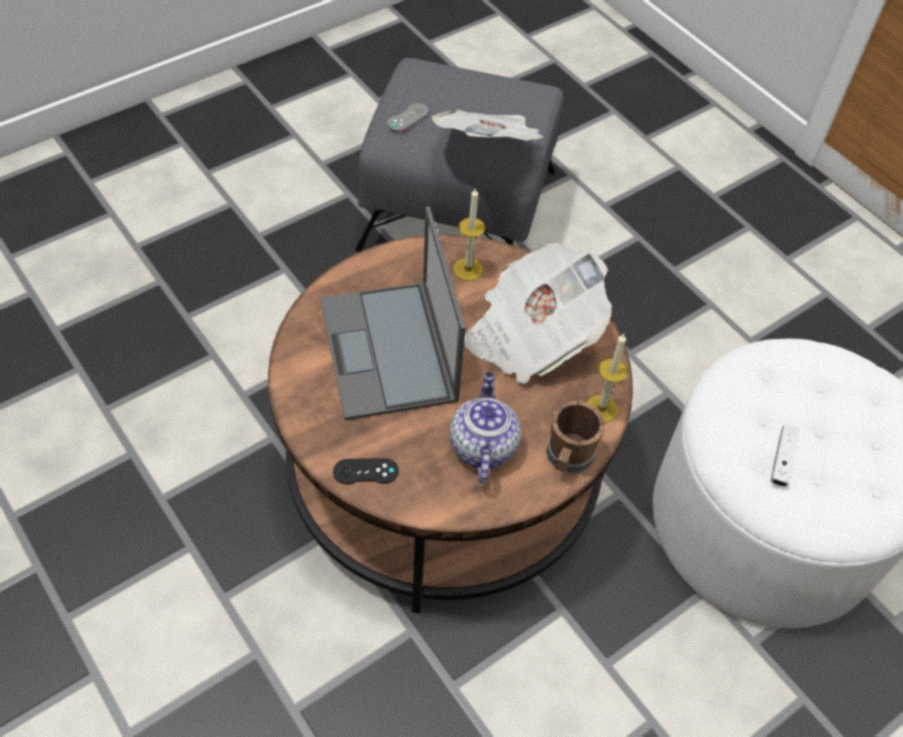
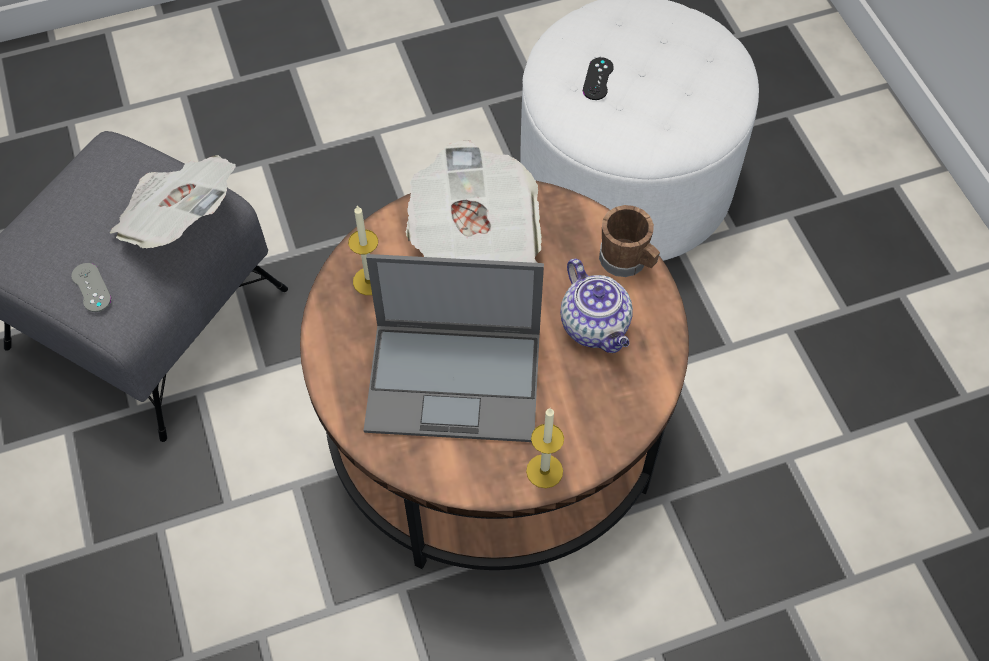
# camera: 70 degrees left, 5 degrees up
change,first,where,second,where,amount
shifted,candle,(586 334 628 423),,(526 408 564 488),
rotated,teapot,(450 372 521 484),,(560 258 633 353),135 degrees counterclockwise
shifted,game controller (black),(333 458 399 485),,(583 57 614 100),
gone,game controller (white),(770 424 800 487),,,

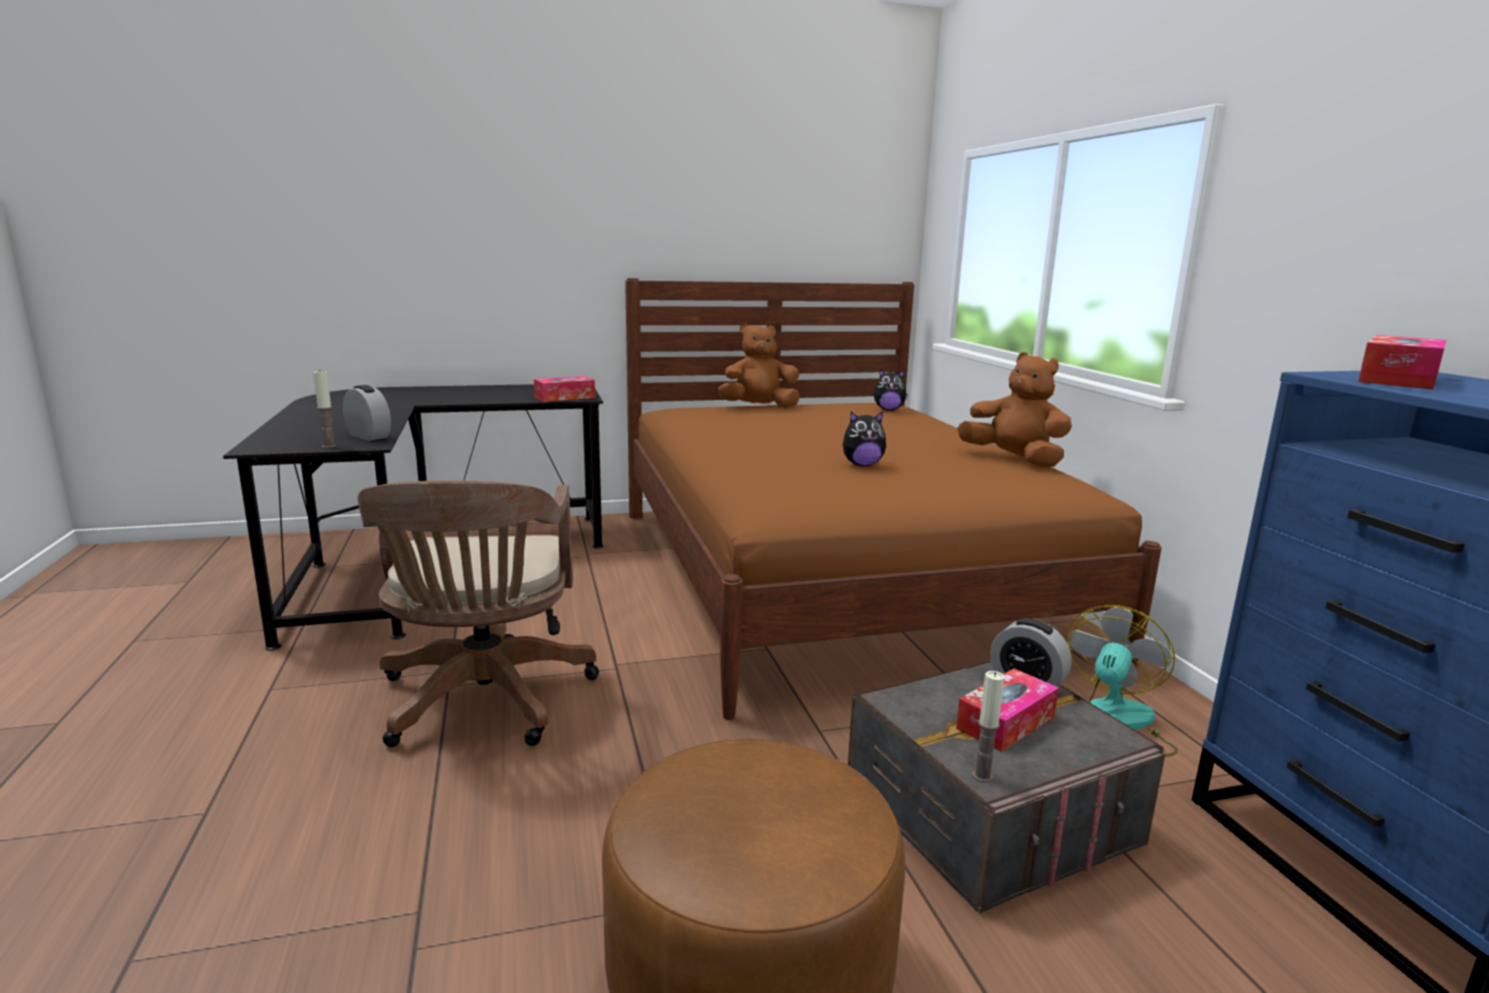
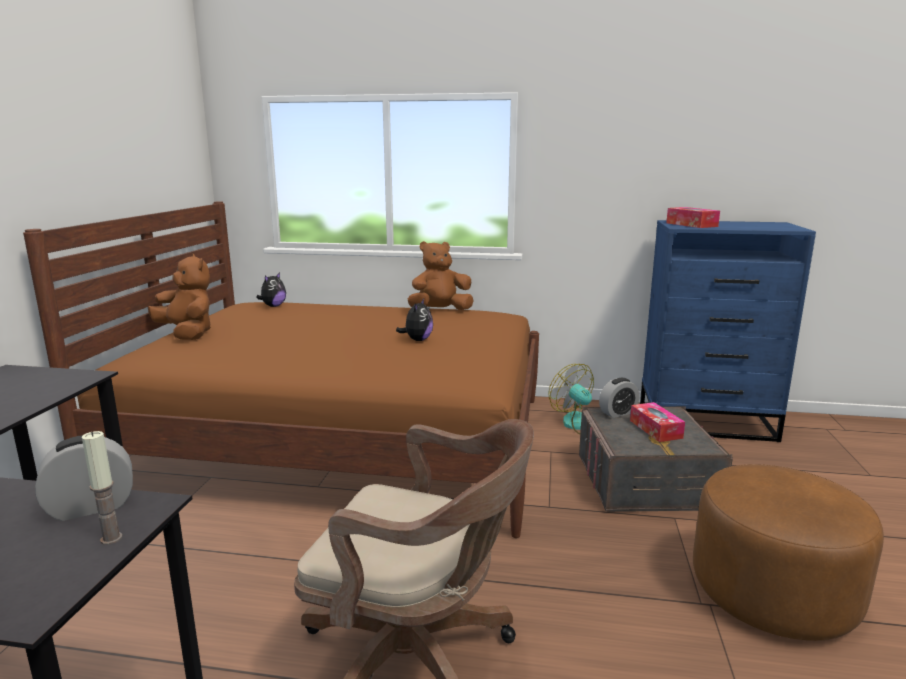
# camera: 65 degrees left, 0 degrees up
change,first,where,second,where,amount
rotated,plush toy (brown),(718 323 800 408),,(148 254 211 340),120 degrees clockwise
gone,tissue box,(534 376 595 402),,,
gone,candle,(972 671 1005 782),,,

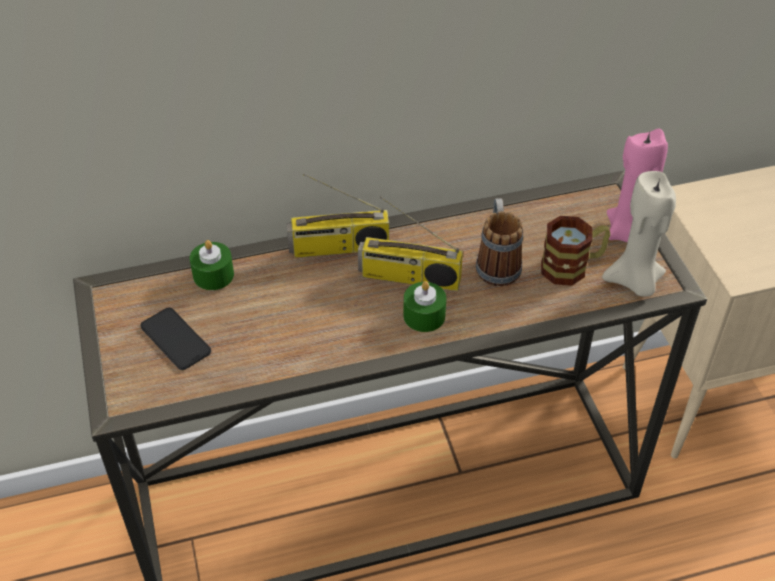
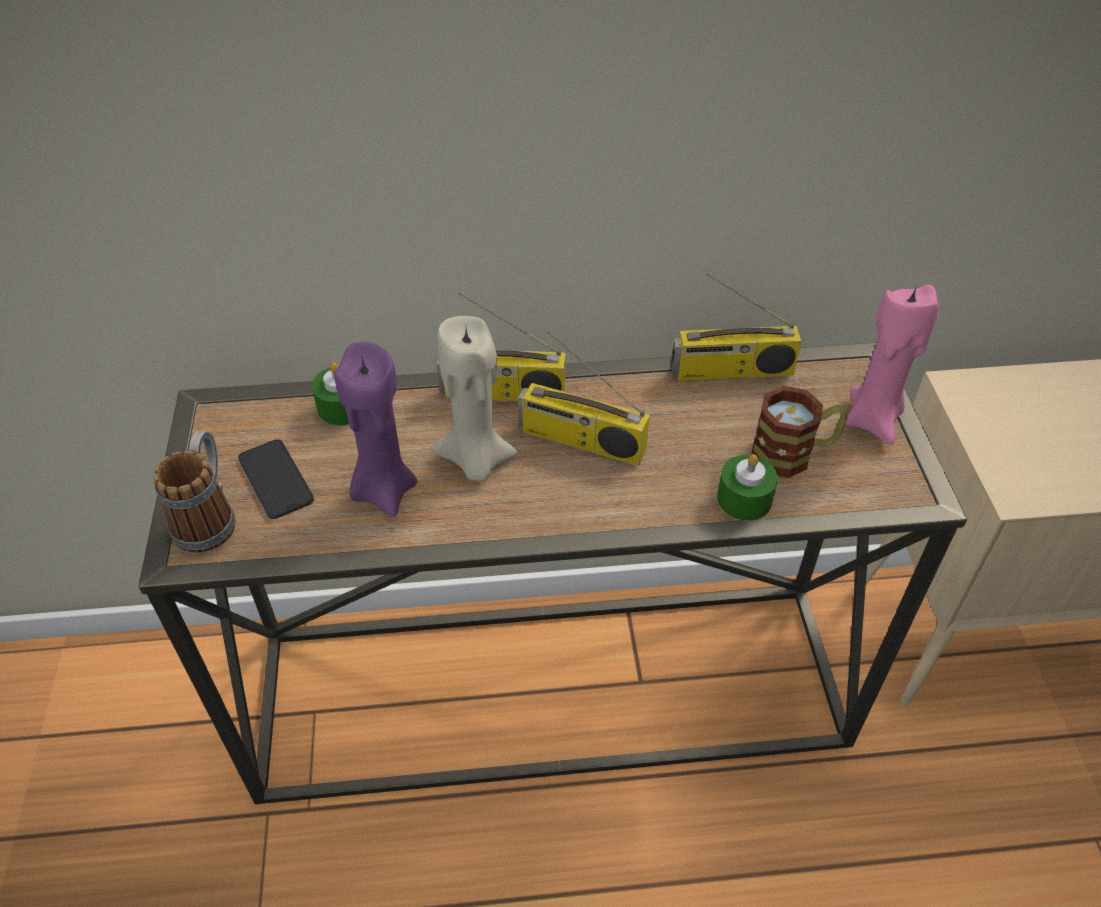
# camera: 10 degrees right, 0 degrees up
change,first,where,second,where,amount
shifted,mug,(476 198 523 286),,(153 431 236 553),
new,,,candle (purple),(335 341 417 517),
shifted,candle (beige),(602 171 676 296),,(433 316 518 481),
new,,,radio,(671 274 802 381),
shifted,candle (green),(403 281 446 332),,(717 454 778 521),

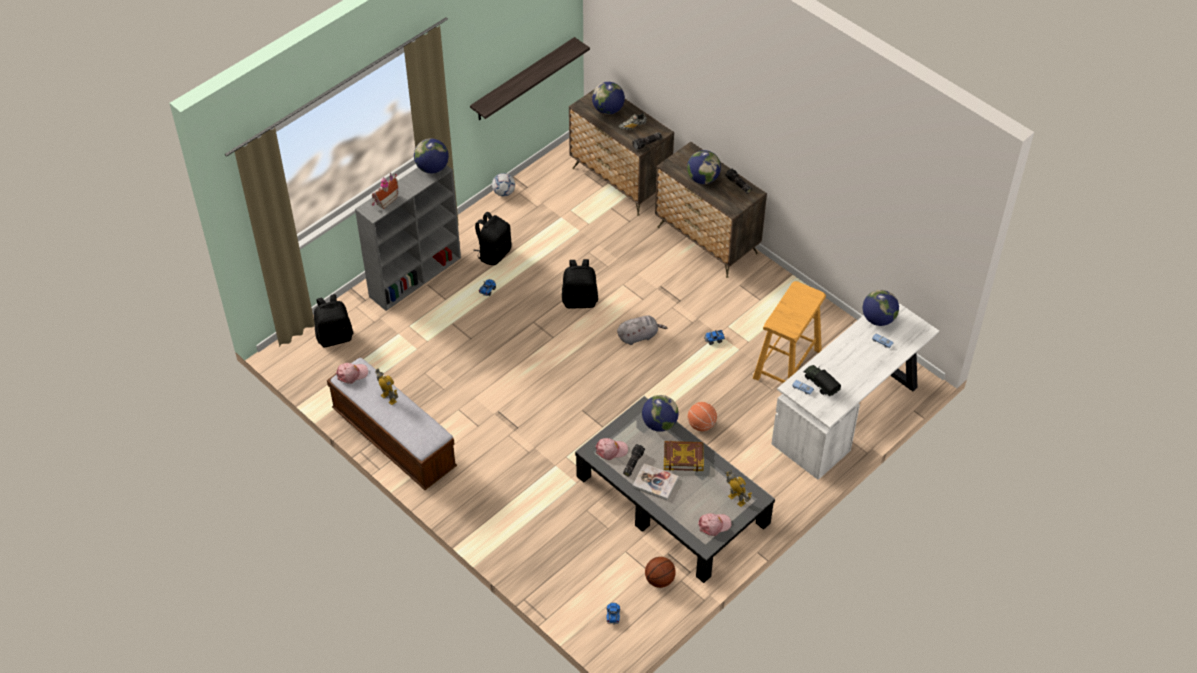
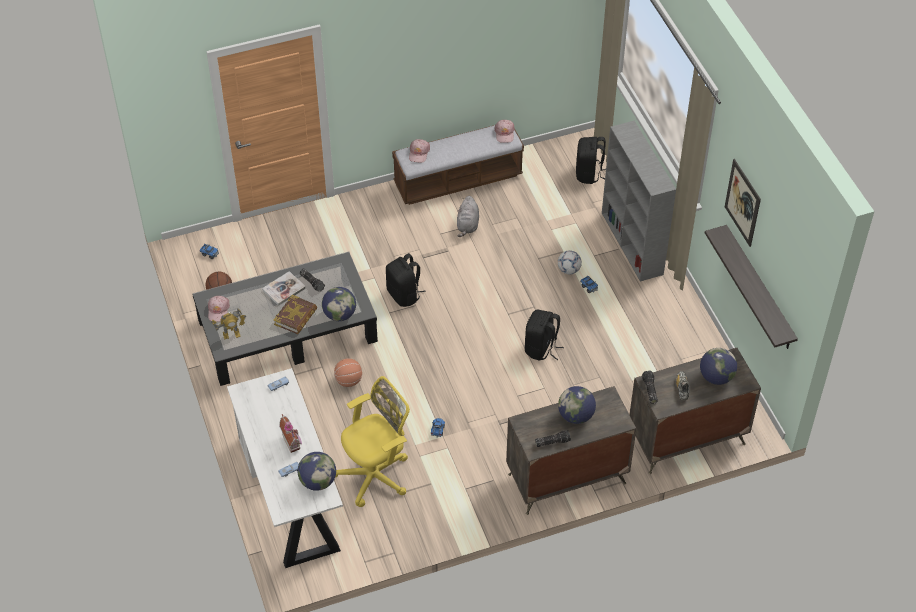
# camera: 115 degrees right, 0 degrees up
change,first,where,second,where,amount
shifted,toy house,(372 173 398 209),,(279 414 302 453),
swapped,stool (beige),(753 281 826 383),office chair (yellow),(335 376 410 507),
shifted,backpack (black),(473 212 512 265),,(386 253 426 307),
shifted,cap (pink),(595 438 628 460),,(409 139 430 163),
shifted,plush toy (grey),(617 315 667 345),,(457 196 479 237),
shifted,football,(492 173 515 196),,(558 250 582 274),
new,,,picture,(725 159 761 247),
gone,toy robot,(375 368 398 405),,,
gone,globe,(414 138 449 173),,,
gone,toy truck,(804 365 841 396),,,

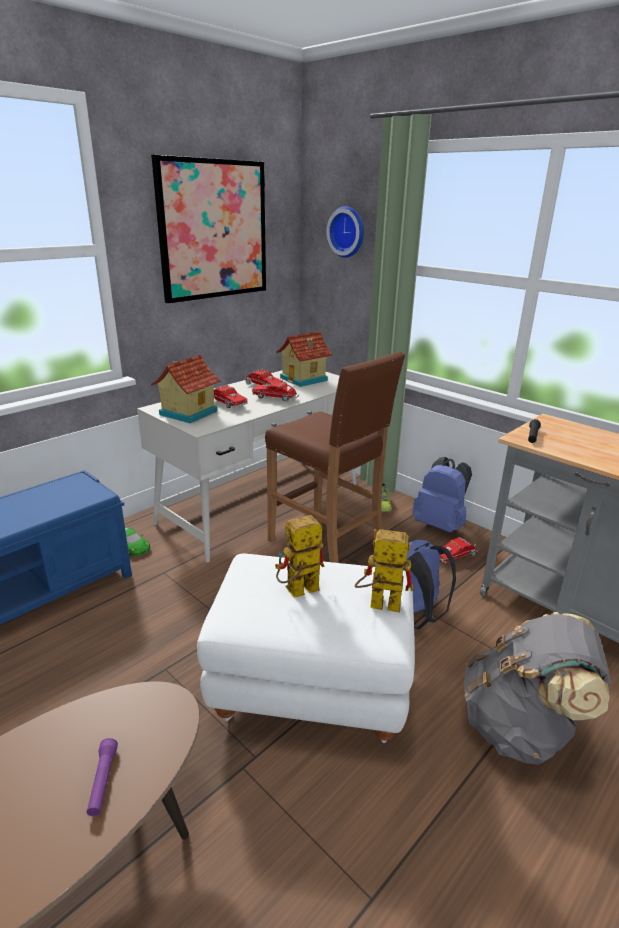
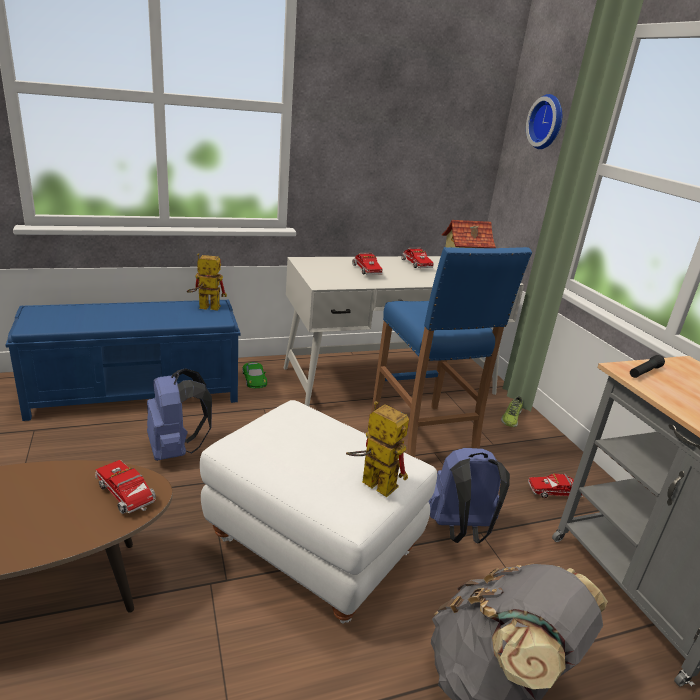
# camera: 25 degrees right, 0 degrees up
change,first,where,second,where,amount
shifted,toy truck,(252 381 299 402),,(95 460 156 514),
shifted,backpack (blue),(412 457 472 533),,(147 368 212 461),
shifted,toy robot,(275 515 324 598),,(187 253 227 311),
repainted,stool (brown),(265 351 405 563),stool (blue),(371 247 532 457),
gone,flashlight (purple),(87 738 118 816),,,
gone,picture,(151 155 266 303),,,
gone,toy house,(151 355 220 423),,,

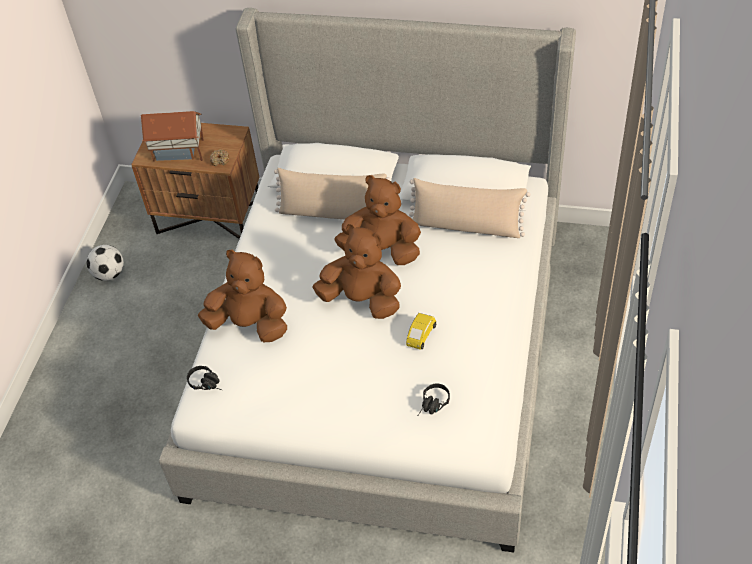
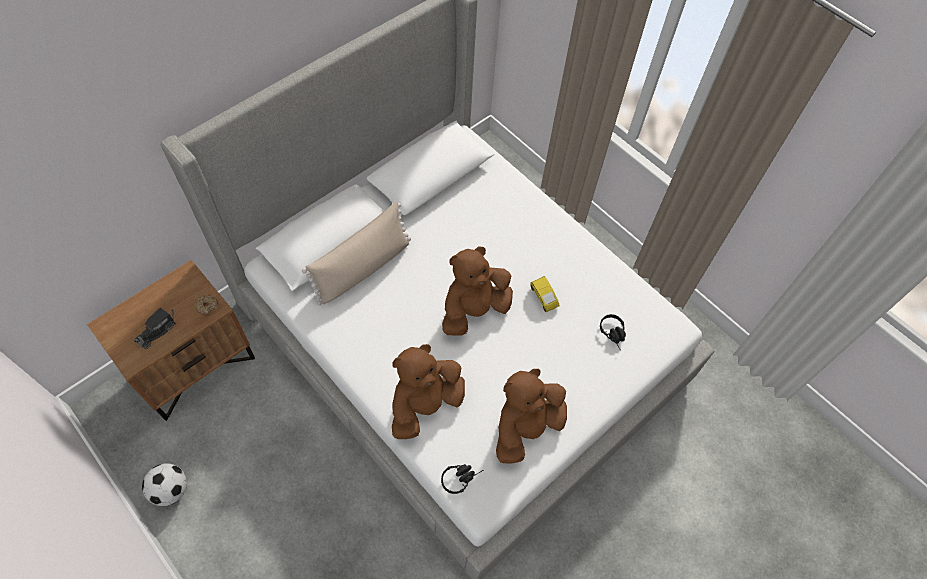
# camera: 60 degrees left, 10 degrees up
change,first,where,second,where,amount
swapped,toy house,(141 111 203 162),toy truck,(134 307 176 349),
shifted,plush toy (brown),(334 175 421 265),,(496 369 567 464),
gone,pillow (beige),(409 178 530 238),,,

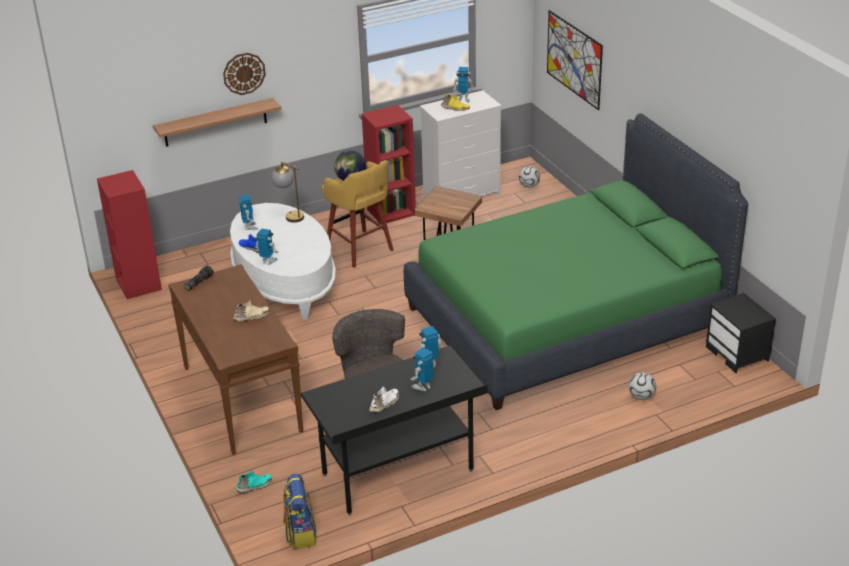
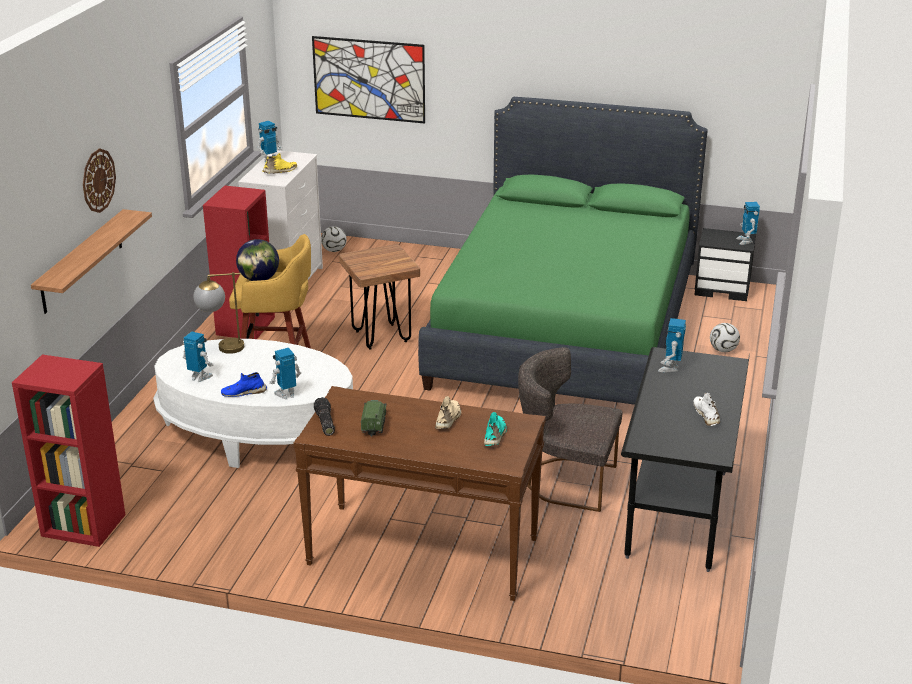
# camera: 50 degrees left, 5 degrees down
change,first,where,second,where,amount
new,,,toy truck,(361 400 387 436),
shifted,shoe (turquoise),(235 470 272 493),,(484 412 507 446),
shifted,toy robot,(411 347 435 391),,(736 202 760 245),
gone,backpack,(283 474 317 549),,,

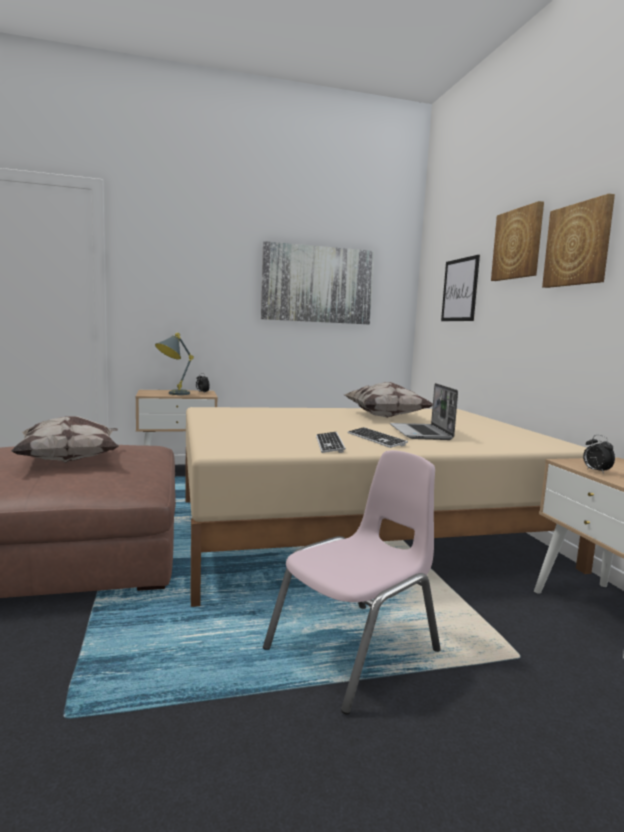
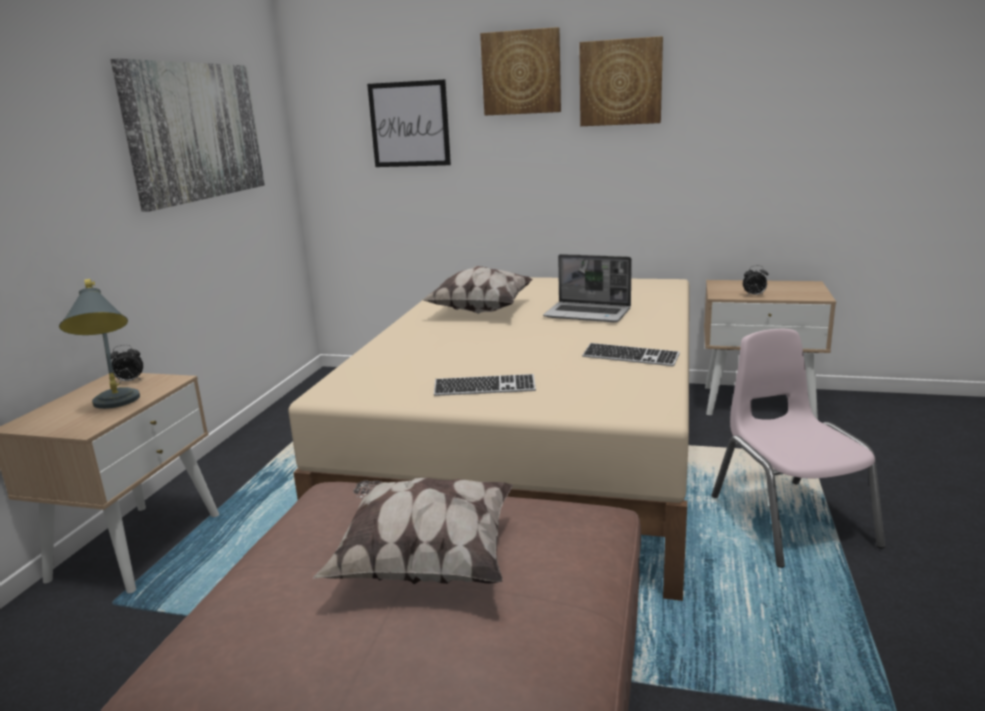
# camera: 60 degrees left, 10 degrees up
change,first,where,second,where,amount
shifted,keyboard,(348 427 408 448),,(434 374 536 396),

